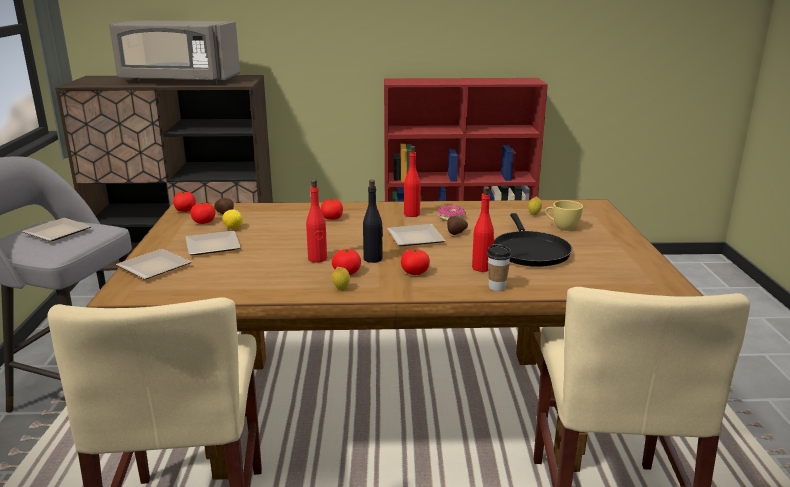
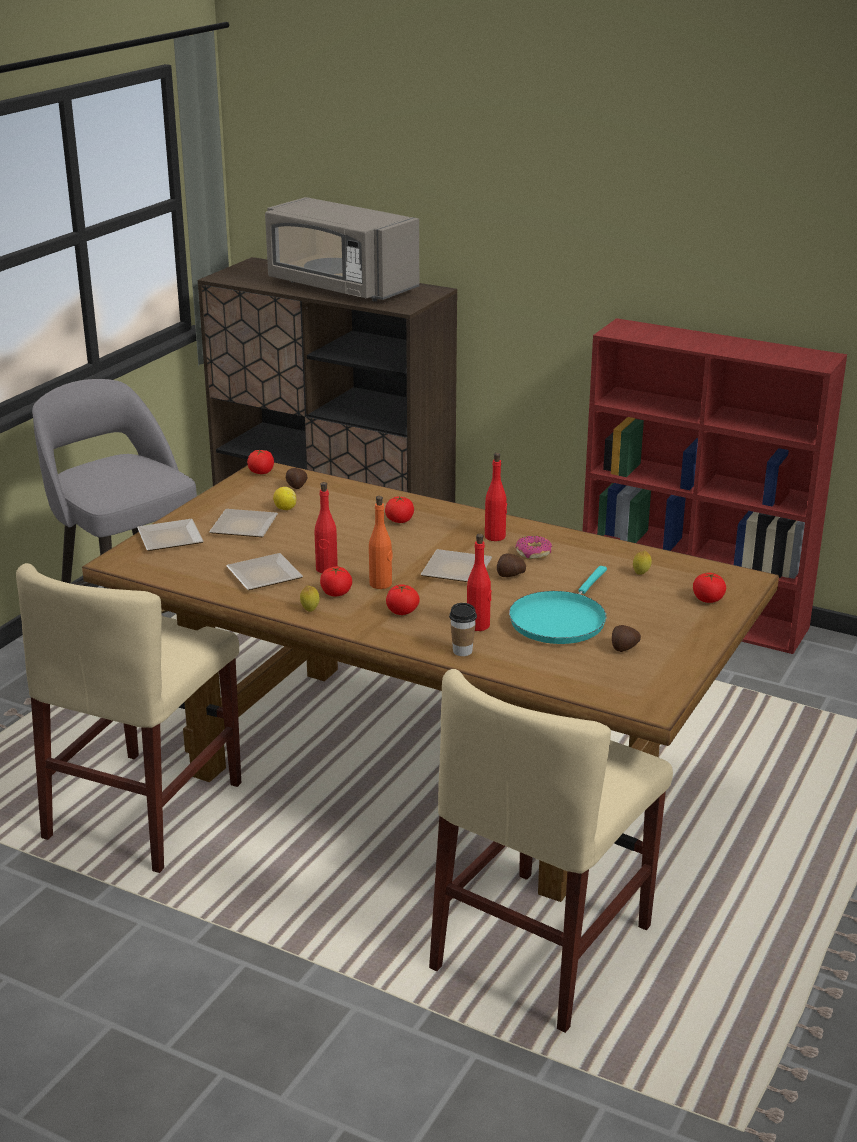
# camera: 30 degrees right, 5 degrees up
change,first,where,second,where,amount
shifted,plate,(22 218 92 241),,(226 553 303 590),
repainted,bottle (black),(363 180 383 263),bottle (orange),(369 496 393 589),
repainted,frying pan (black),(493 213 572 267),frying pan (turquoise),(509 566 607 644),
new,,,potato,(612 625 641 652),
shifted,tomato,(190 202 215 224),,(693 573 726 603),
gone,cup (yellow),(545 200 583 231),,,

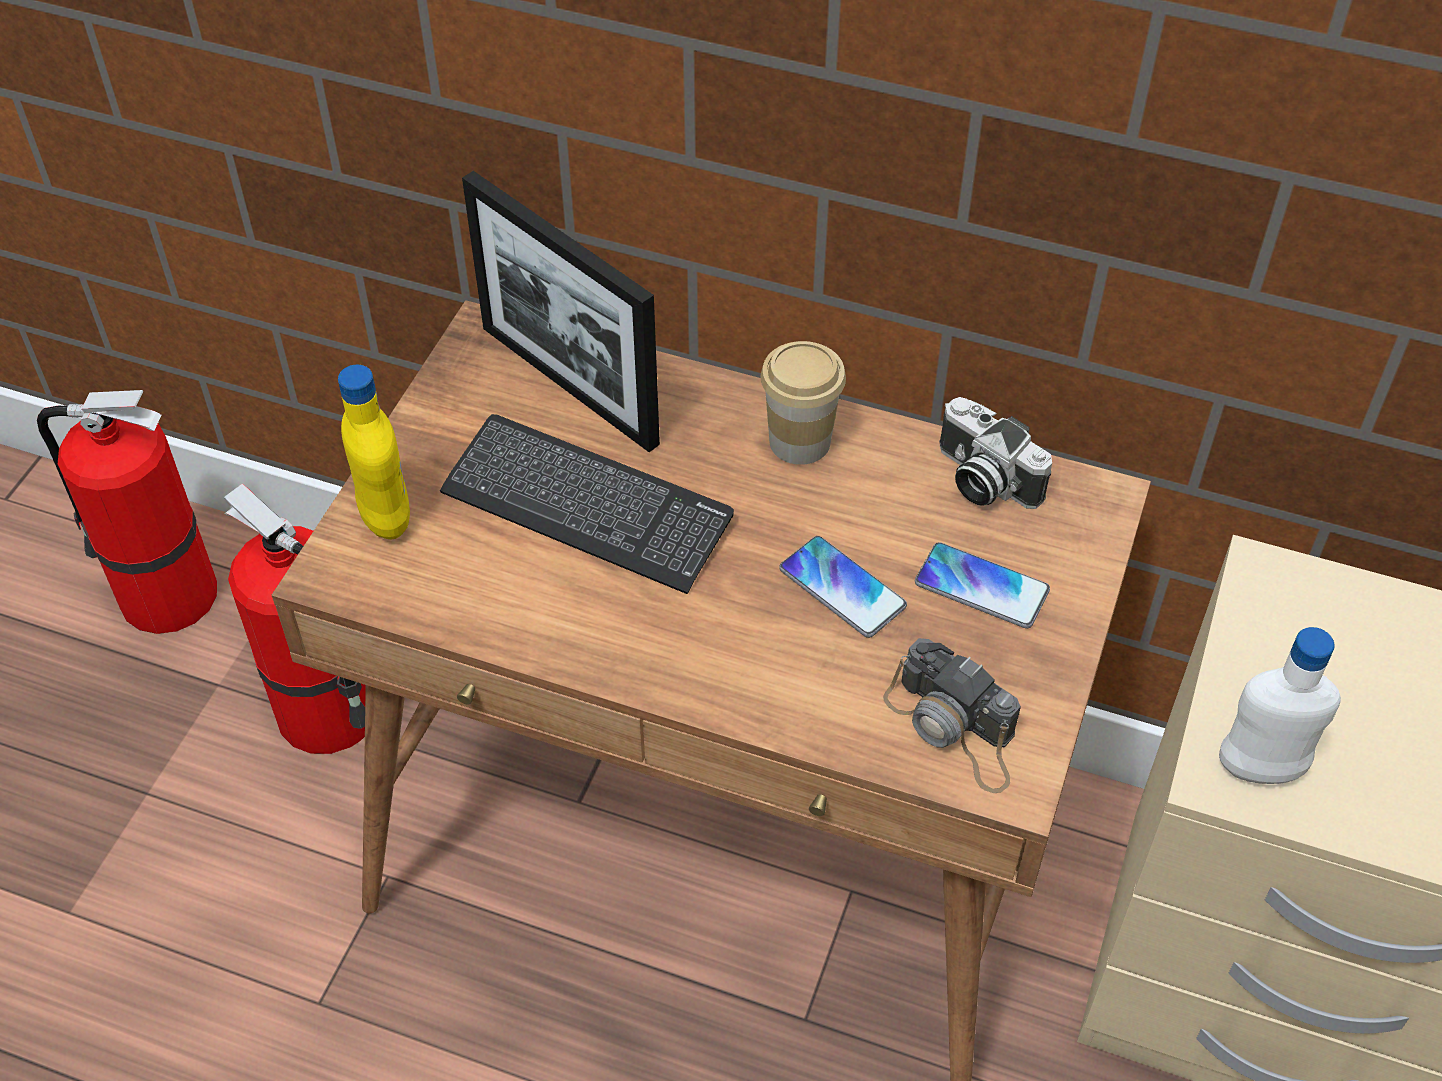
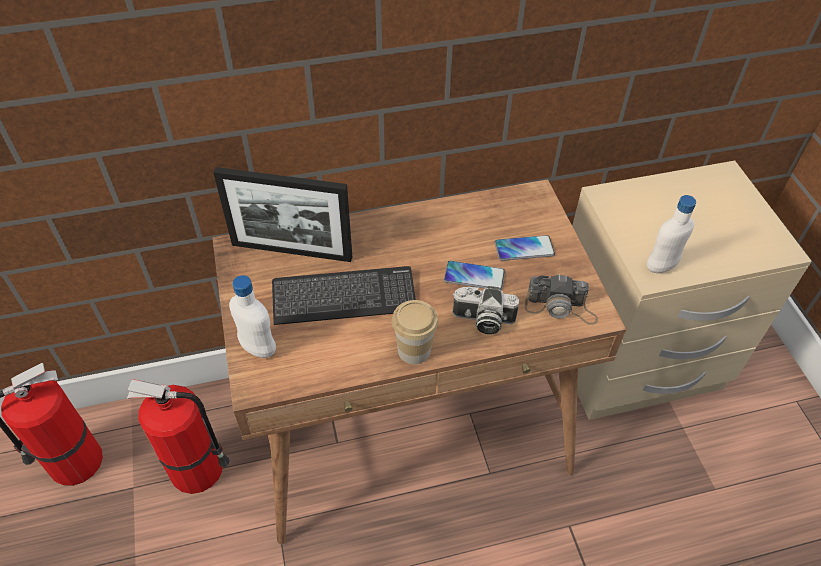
# camera: 35 degrees left, 0 degrees up
change,first,where,second,where,amount
repainted,bottle (yellow),(338 365 410 539),bottle (white),(229 275 276 358),
shifted,cup,(761 341 846 465),,(392 300 438 364),
shifted,photo camera,(939 397 1052 509),,(453 286 519 335),

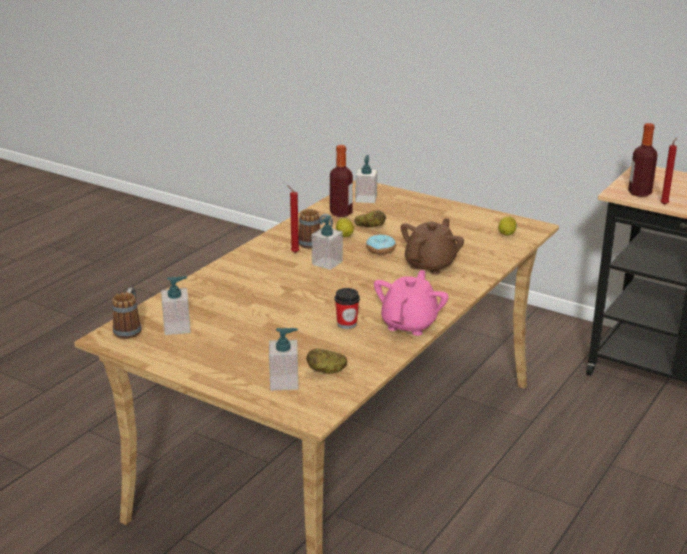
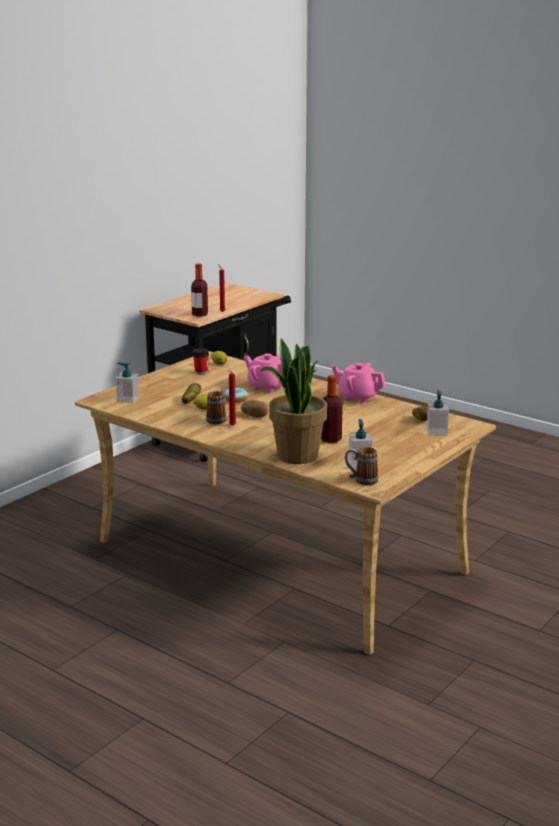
# camera: 85 degrees left, 5 degrees down
change,first,where,second,where,amount
shifted,cup,(335 288 360 329),,(193 348 209 375),
swapped,soap dispenser,(311 216 343 270),potato,(241 400 268 417),
repainted,teapot (brown),(401 218 464 275),teapot (pink),(244 353 283 393),
new,,,potted plant,(260 338 327 464),
shifted,bottle,(330 145 353 217),,(321 375 343 443),

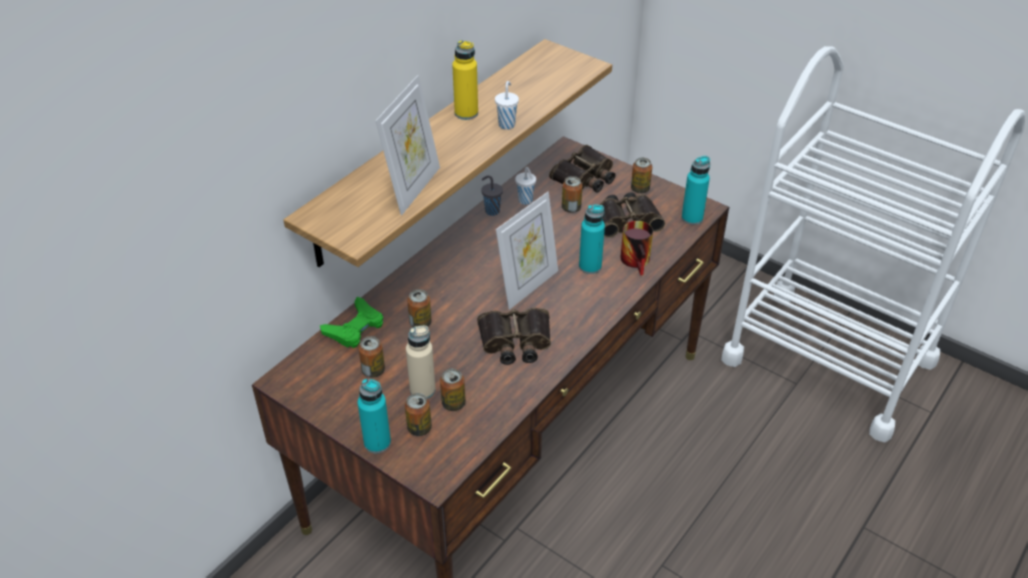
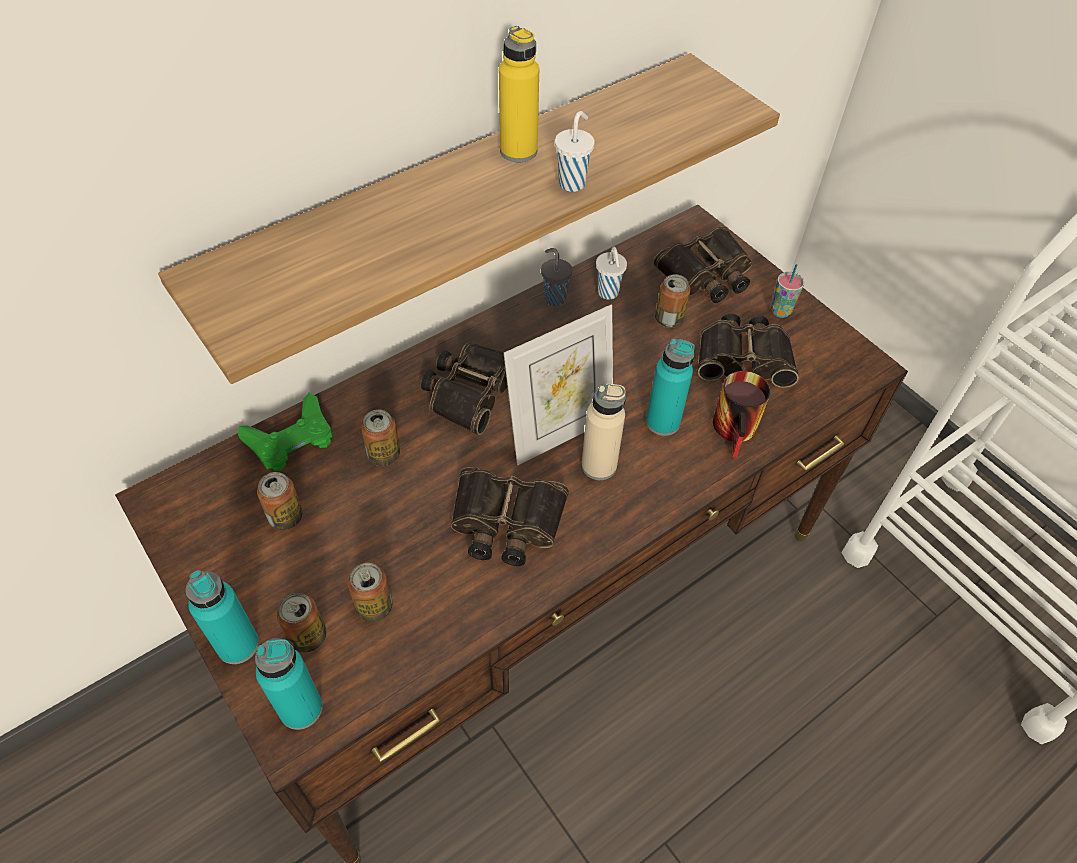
# camera: 15 degrees right, 10 degrees up
change,first,where,second,where,amount
shifted,bottle (turquoise),(682 156 710 225),,(255 638 323 730),
new,,,binoculars,(421 343 508 435),
shifted,bottle (beige),(406 325 436 399),,(581 384 626 480),
swapped,can,(631 158 652 194),cup,(771 264 804 318),
gone,picture frame,(375 75 440 215),,,

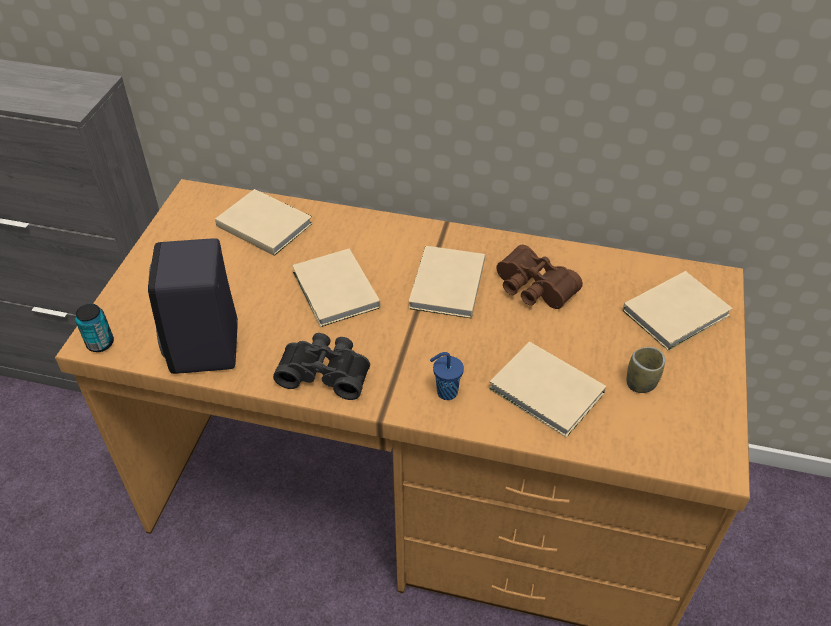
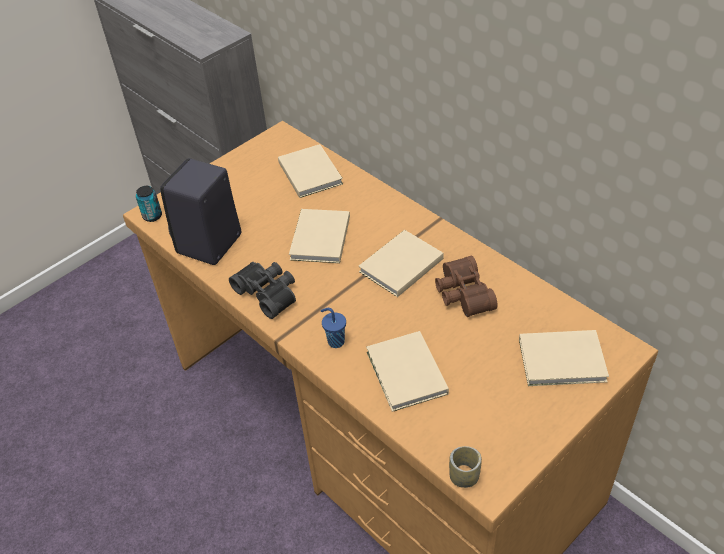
# camera: 35 degrees right, 0 degrees up
change,first,where,second,where,amount
shifted,cup,(627 347 665 393),,(449 446 482 488),

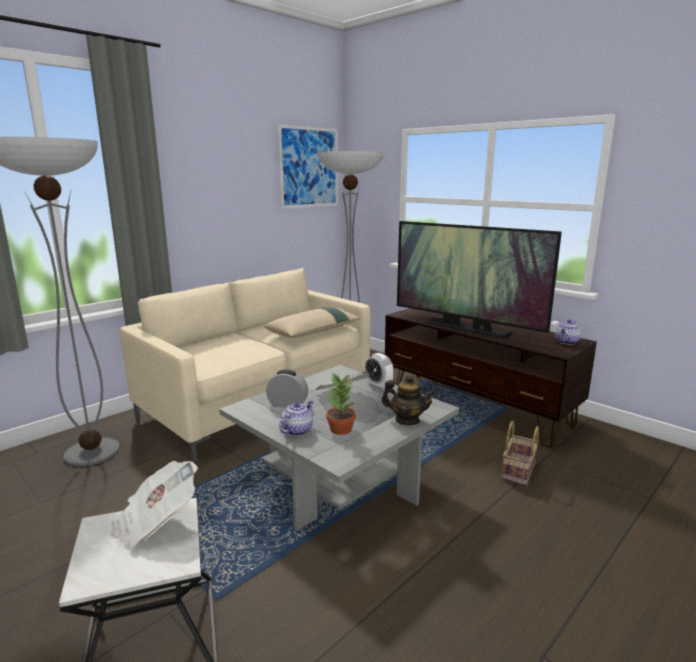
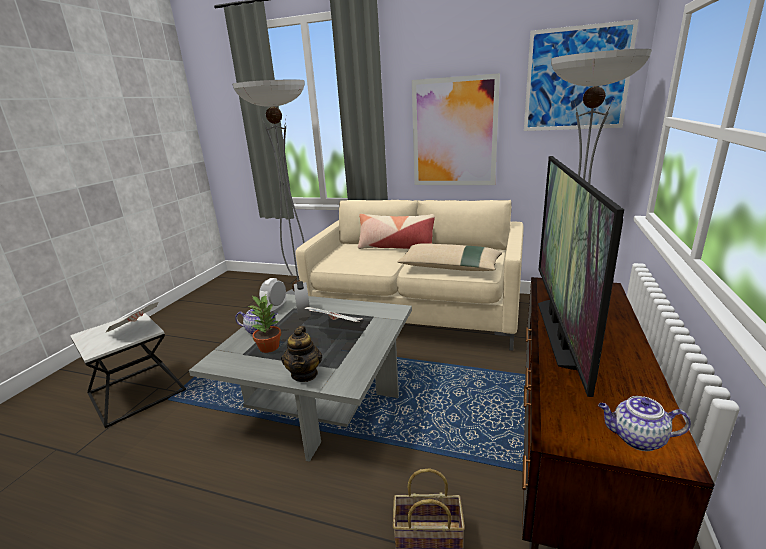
# camera: 65 degrees right, 5 degrees up
change,first,where,second,where,amount
shifted,alarm clock,(365 353 394 391),,(259 278 286 313),
new,,,pillow,(358 214 435 249),
new,,,picture,(412 73 500 185),

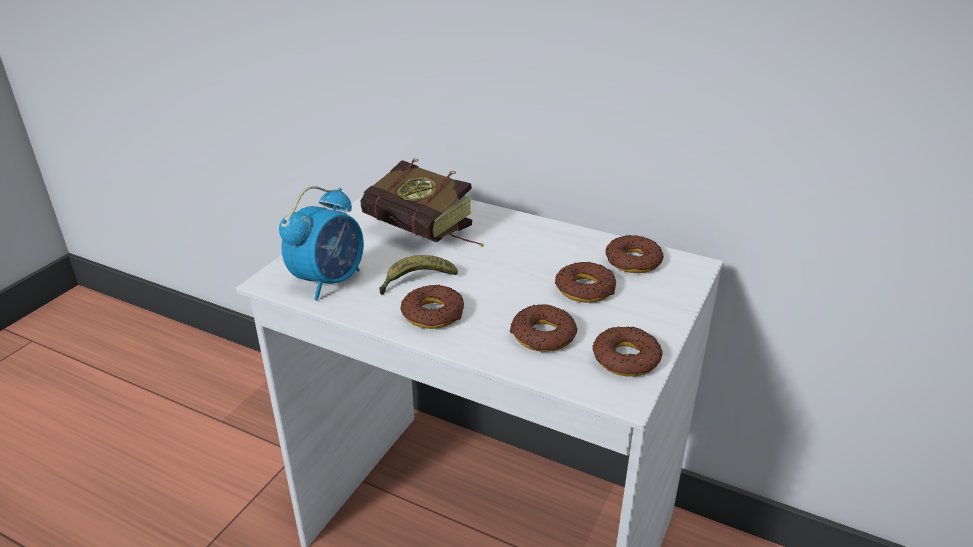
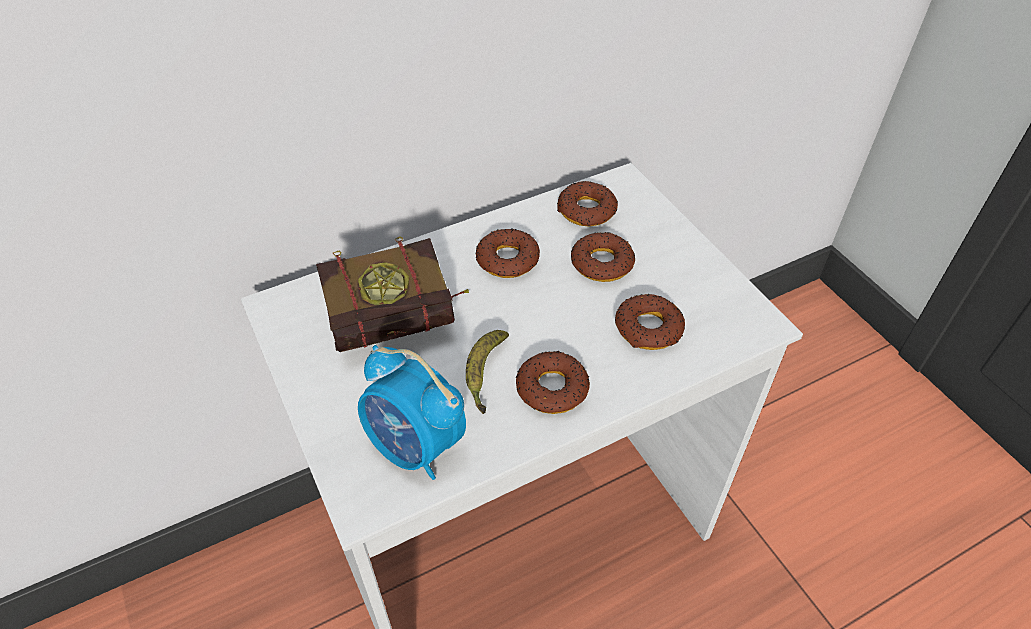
# camera: 55 degrees left, 15 degrees up
change,first,where,second,where,amount
rotated,alarm clock,(279 186 364 301),,(358 345 466 480),150 degrees clockwise
shifted,donut,(593 326 662 376),,(475 229 540 278),

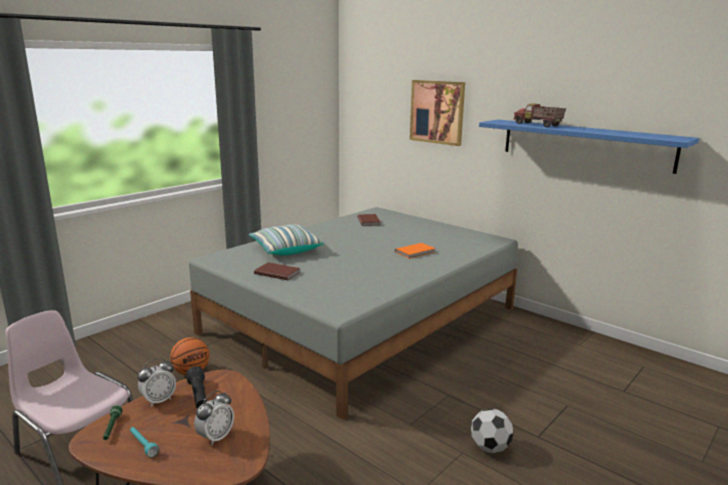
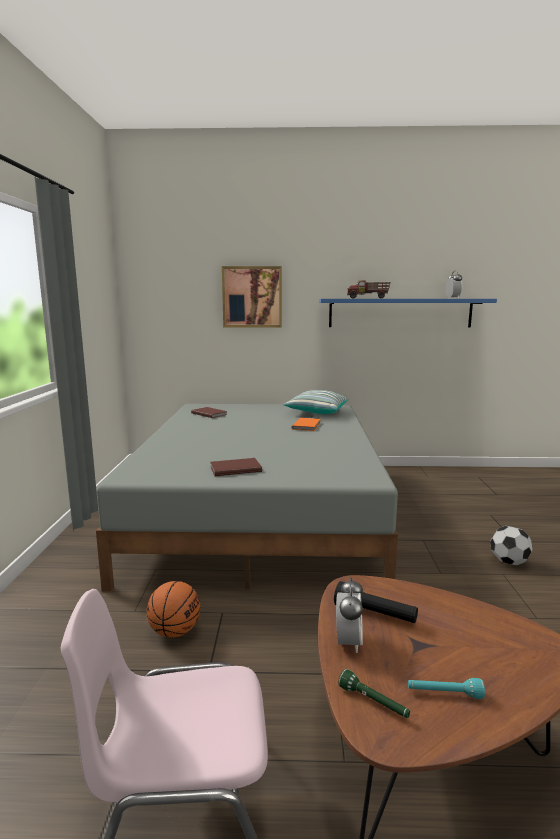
# camera: 40 degrees left, 5 degrees down
change,first,where,second,where,amount
shifted,pillow,(249 224 325 255),,(283 390 348 414),
shifted,alarm clock,(194 390 234 446),,(446 271 462 299),

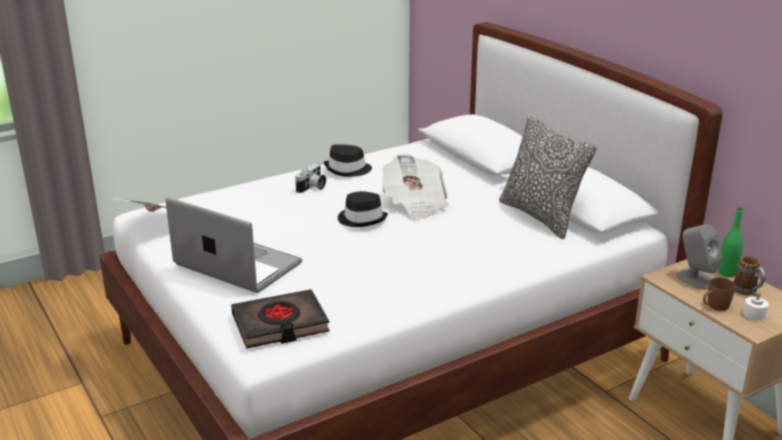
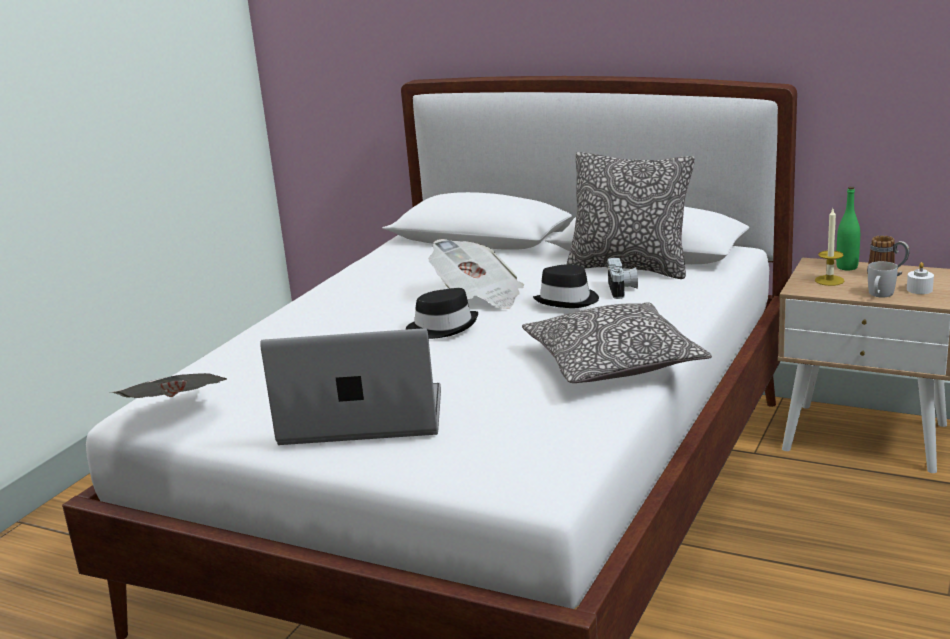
# camera: 30 degrees left, 5 degrees down
change,first,where,second,where,amount
new,,,pillow,(522 302 712 383),
shifted,hat (black),(324 144 372 177),,(533 265 599 308),
shifted,photo camera,(295 163 326 193),,(607 258 638 299),
swapped,speaker (grey),(676 224 723 290),candle,(815 209 845 286),
repainted,mug (brown),(703 277 735 311),mug (white),(868 261 898 298),
gone,book (black),(231 289 330 349),,,

